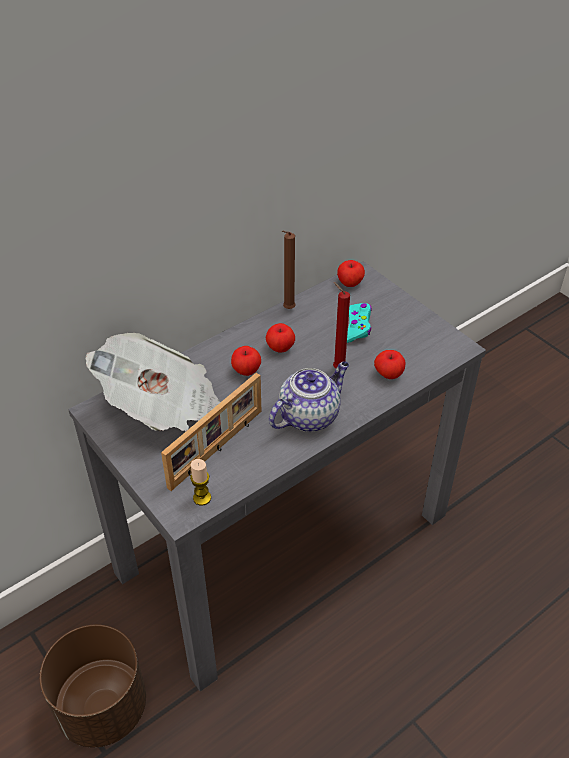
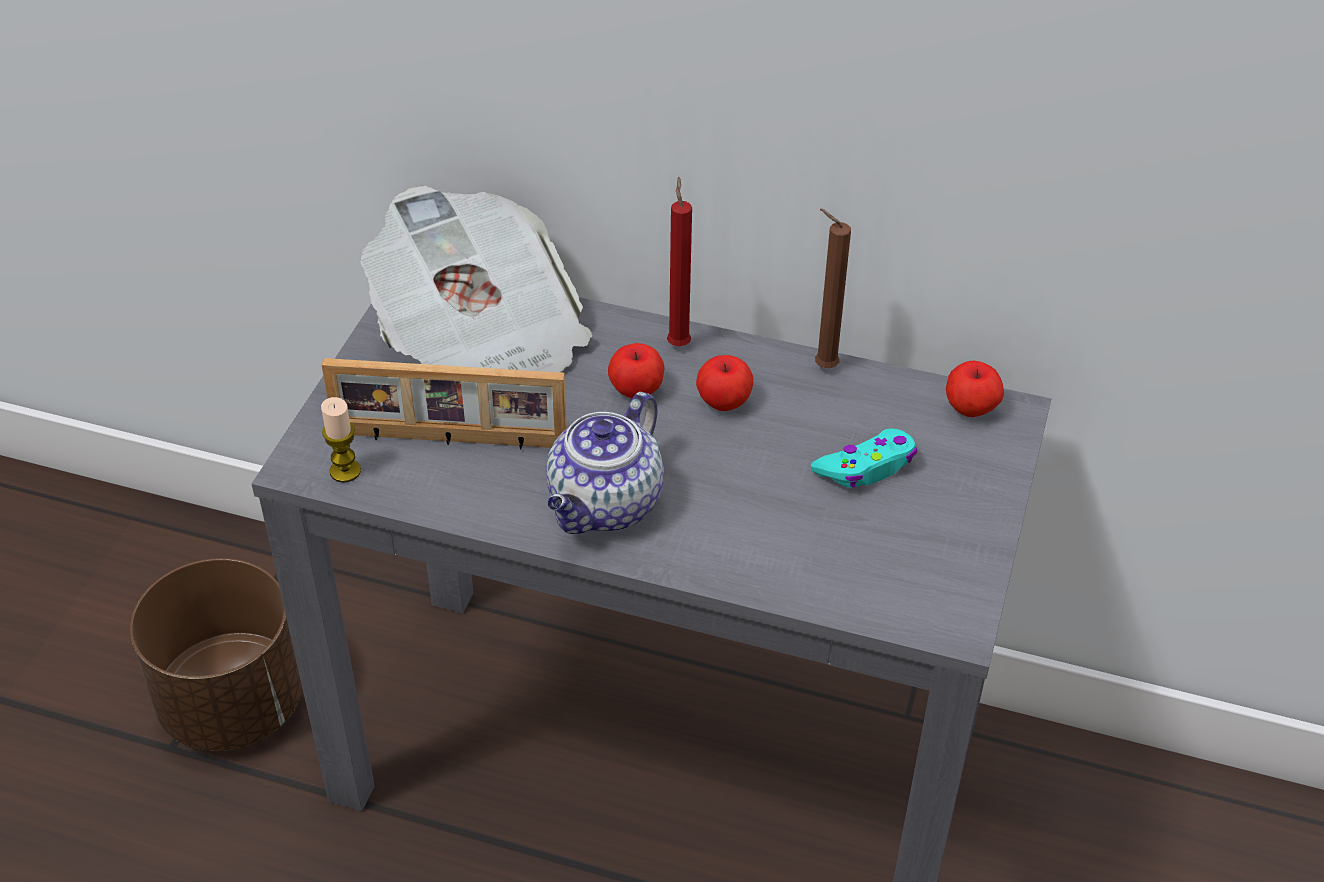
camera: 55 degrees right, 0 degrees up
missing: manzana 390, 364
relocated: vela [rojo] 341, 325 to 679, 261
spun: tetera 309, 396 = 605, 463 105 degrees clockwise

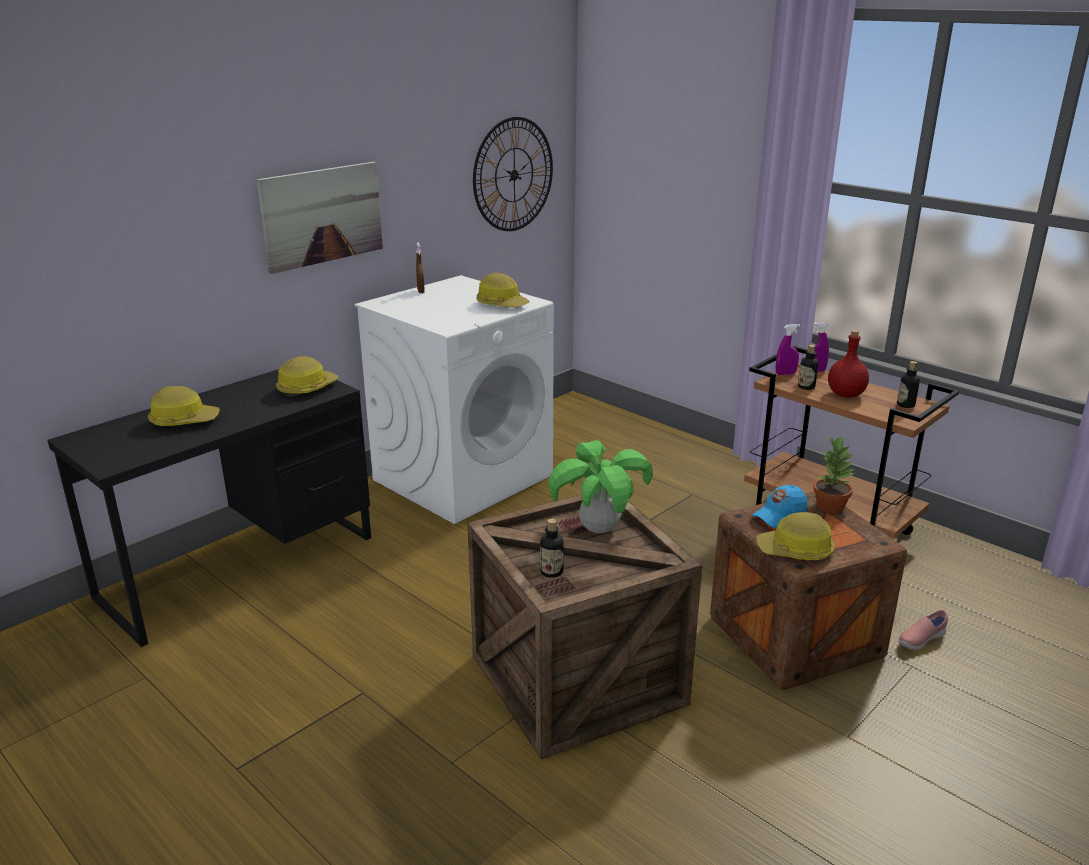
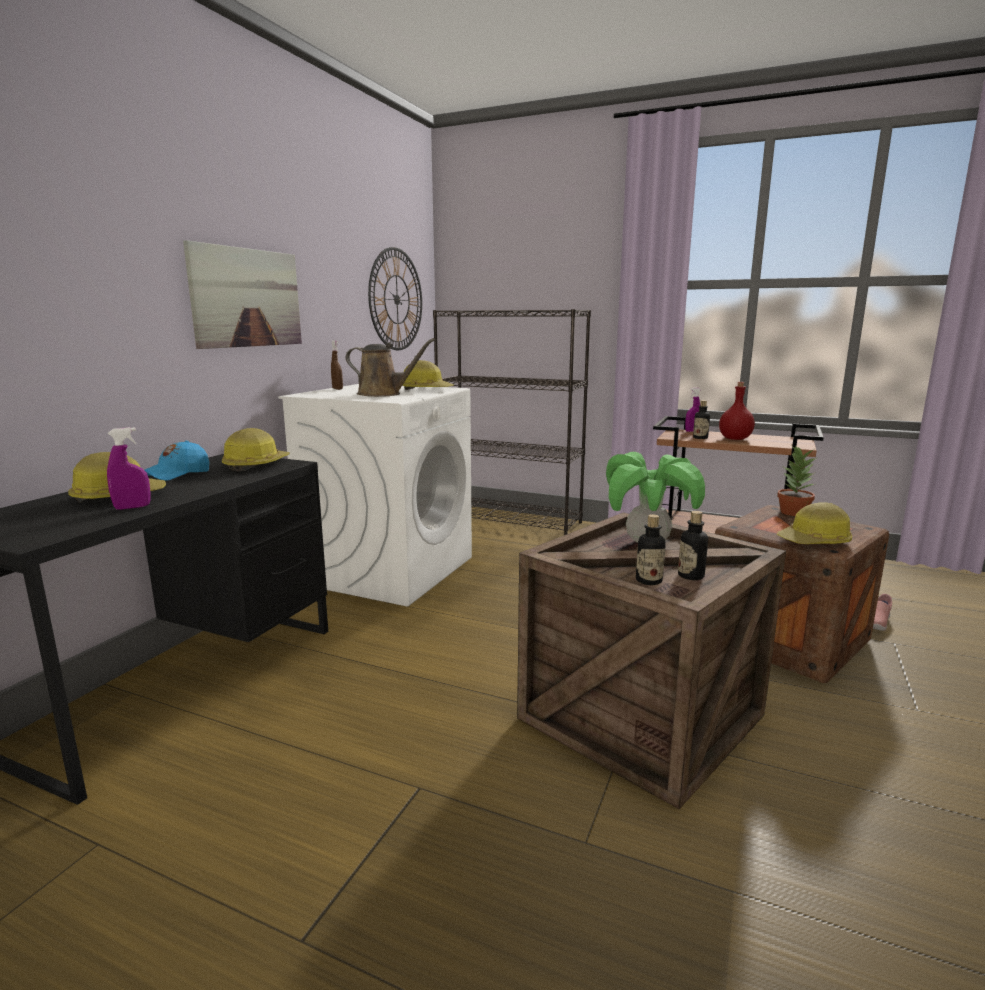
camera: 20 degrees left, 10 degrees down
appeared: regadera [marrón] 390, 367; estantería [negro] 512, 422
relocated: gorra [azul] 779, 506 to 177, 460; pulverizador [morado] 788, 349 to 129, 468; botella 908, 384 to 693, 545

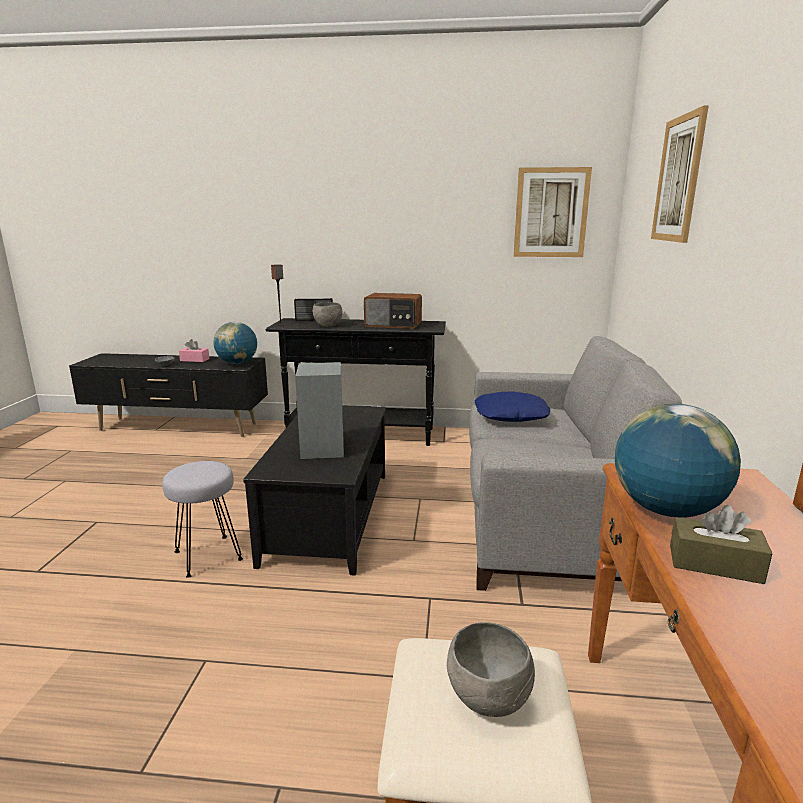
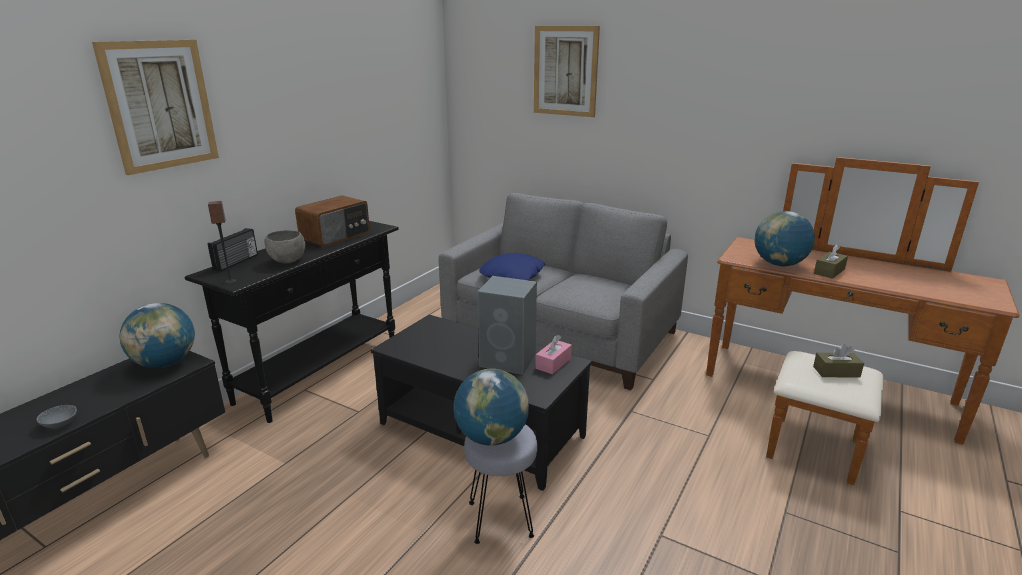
camera: 65 degrees left, 5 degrees up
appeared: globo terráqueo 491, 407
relocated: caja de pañuelos [rosa] 194, 350 to 553, 355; cuadro 552, 212 to 155, 107
exchanged: cuenco [gris] 491, 669 to caja de pañuelos [marrón] 838, 361

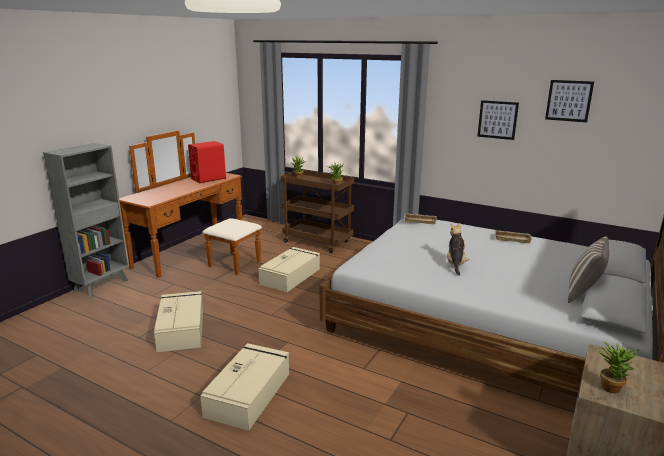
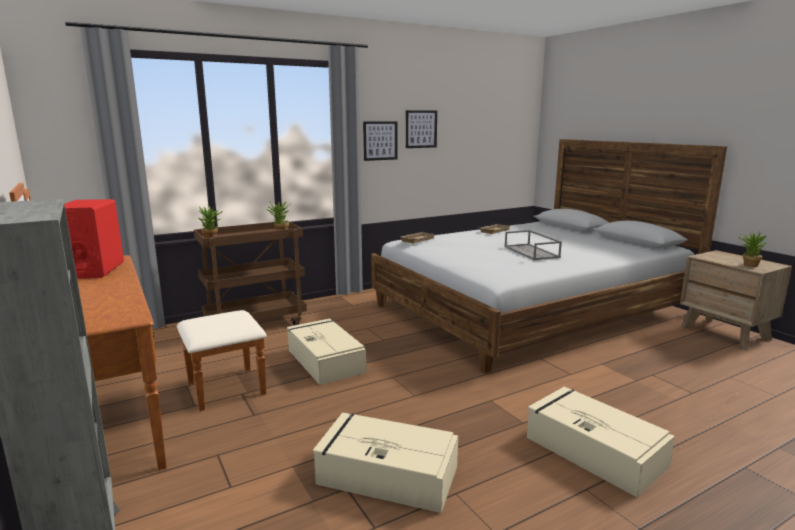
camera: 60 degrees left, 5 degrees down
missing: cojín 588, 269
relocated: cuadro 569, 101 to 380, 141
exchanged: peluche 458, 249 to bandeja [gris] 533, 245

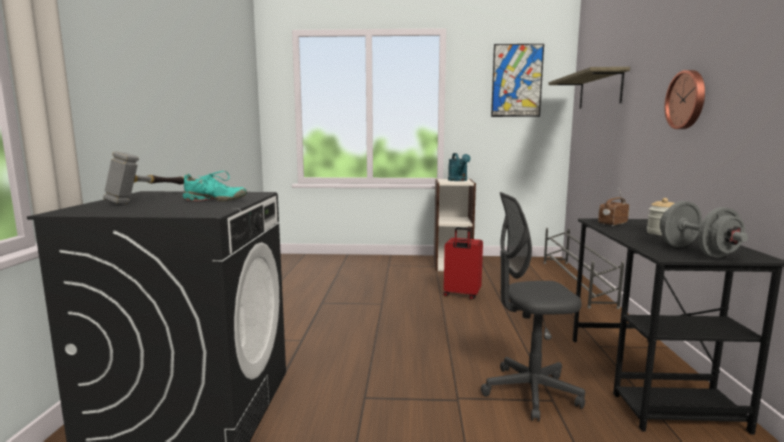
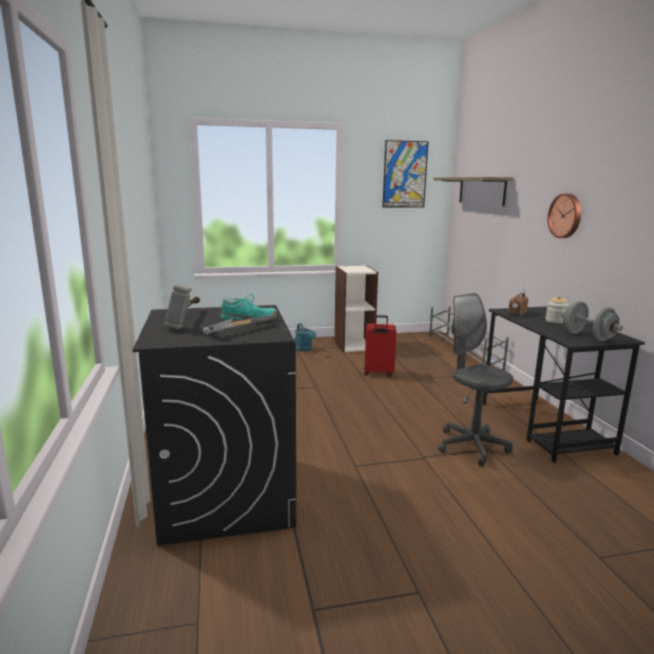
camera: 15 degrees left, 5 degrees up
appeared: martillo 239, 325
relocated: regadera [turquesa] 459, 167 to 305, 337
spun: silla de oficina [gris] 533, 307 = 475, 380 75 degrees clockwise

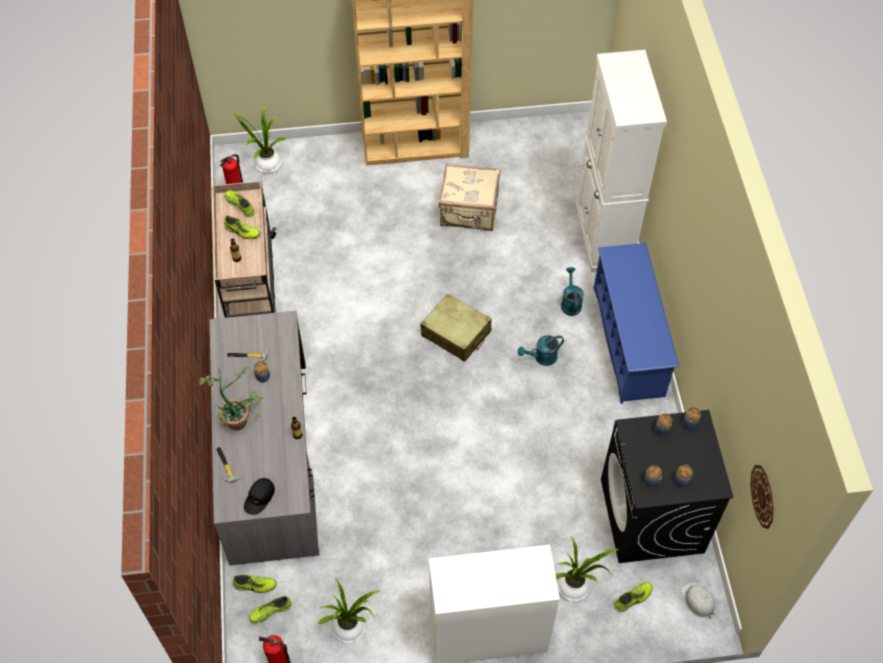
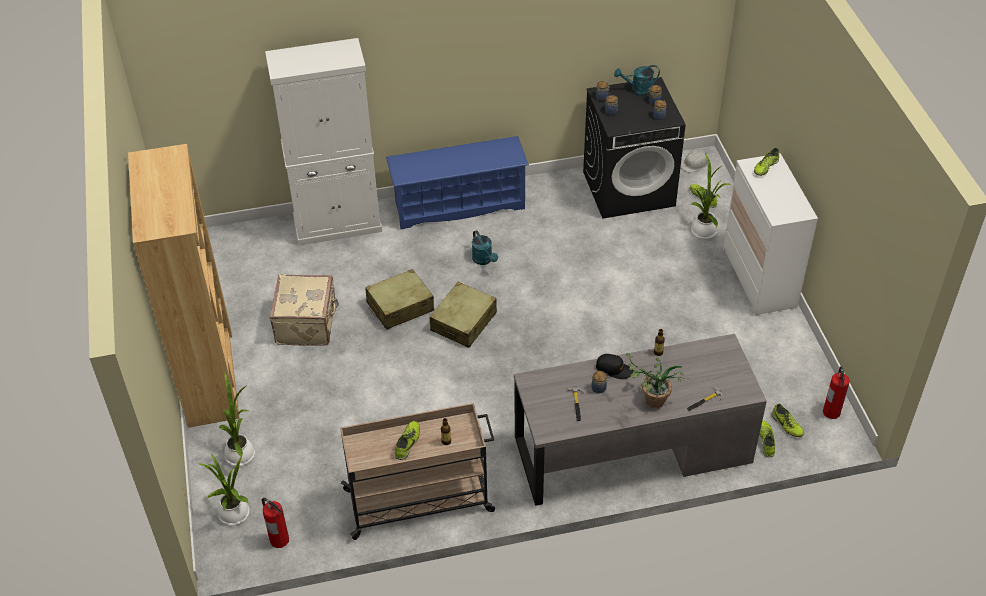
camera: 95 degrees left, 10 degrees down
missing: reloj de pared 762, 497
appeared: maleta [beis] 399, 299
relocated: zapato 239, 204 to 767, 161; gorra [negro] 259, 496 to 614, 366; planta en maceta 349, 610 to 231, 419; regadera [turquesa] 572, 291 to 637, 80

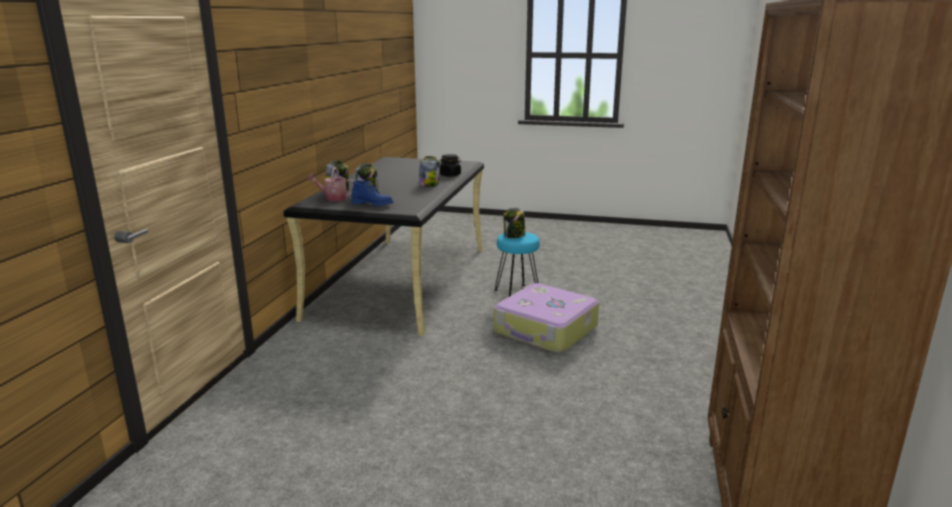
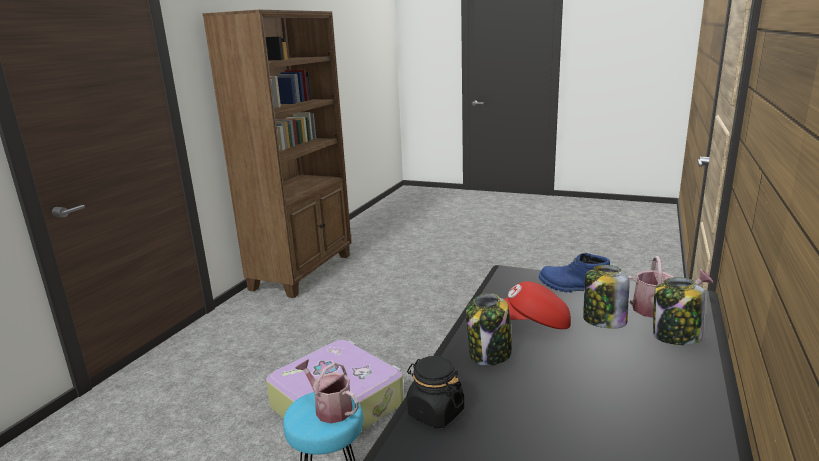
camera: 170 degrees left, 0 degrees up
appeared: gorra [rojo] 537, 305
exchanged: tarro 514, 223 to regadera 327, 391

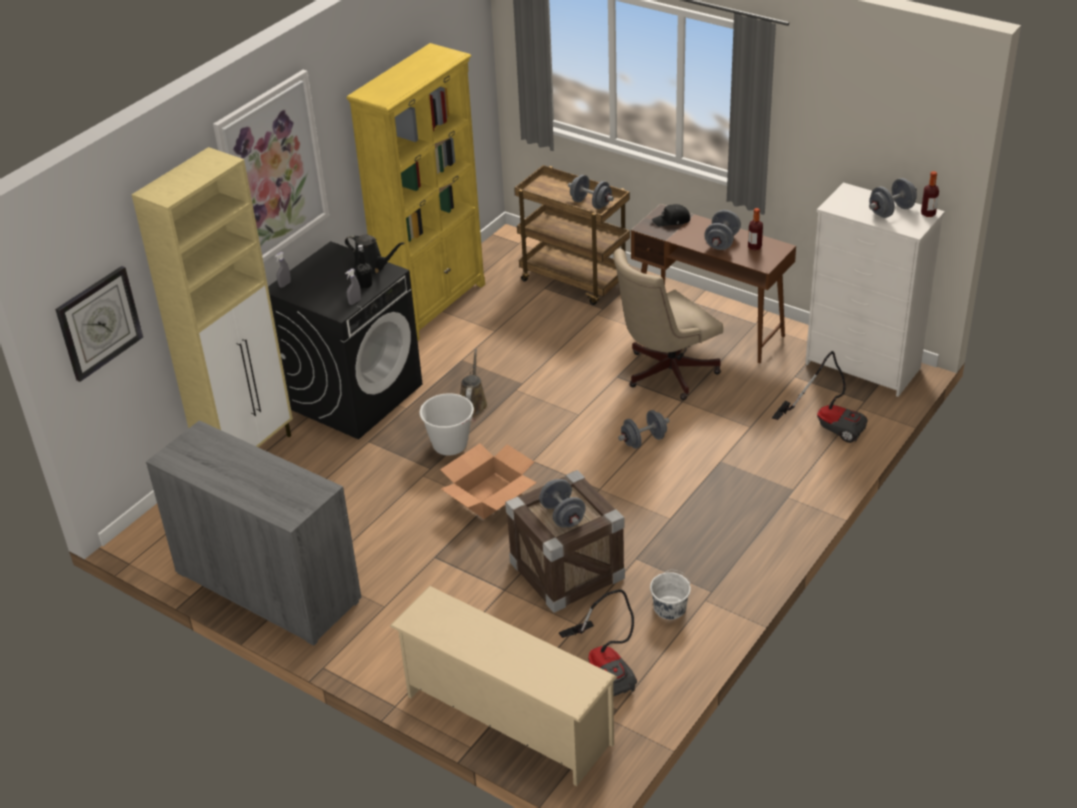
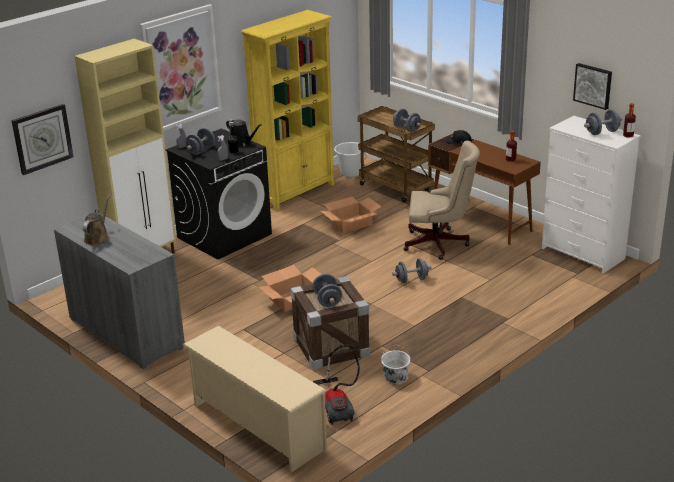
camera: 10 degrees right, 10 degrees down
missing: aspiradora 819, 397
appeared: caja de cartón 351, 215; cuadro 592, 86
relocated: cubo [blanco] 447, 425 to 350, 159; regadera [marrón] 474, 382 to 96, 221; mancuerna [gris] 722, 230 to 200, 141
spun: silla de oficina [beis] 668, 324 = 442, 200 150 degrees counterclockwise

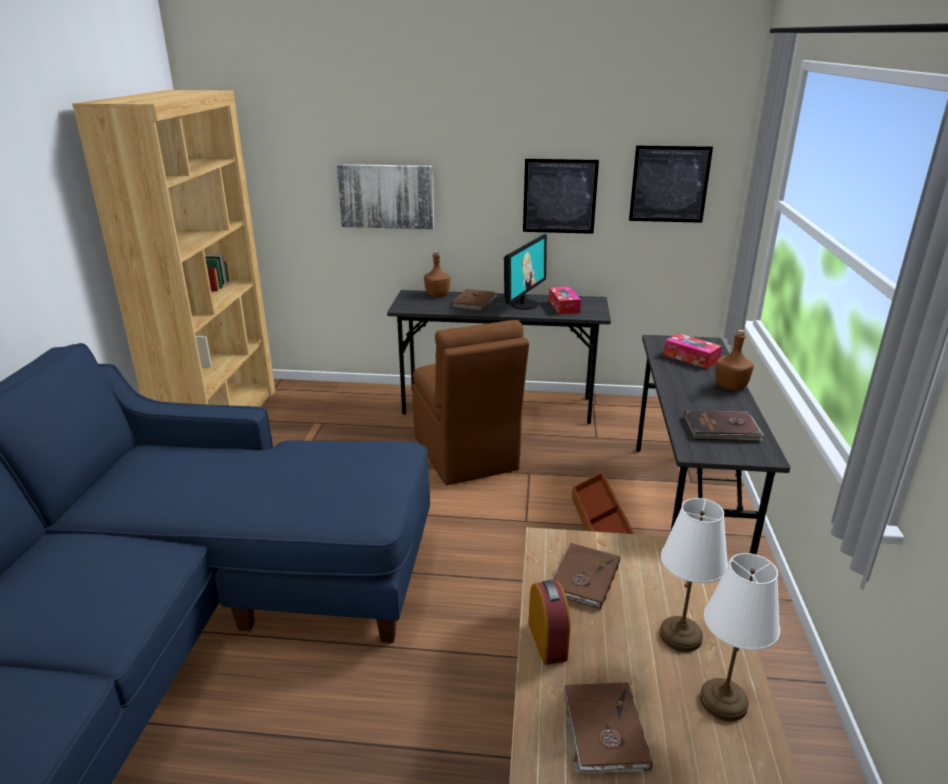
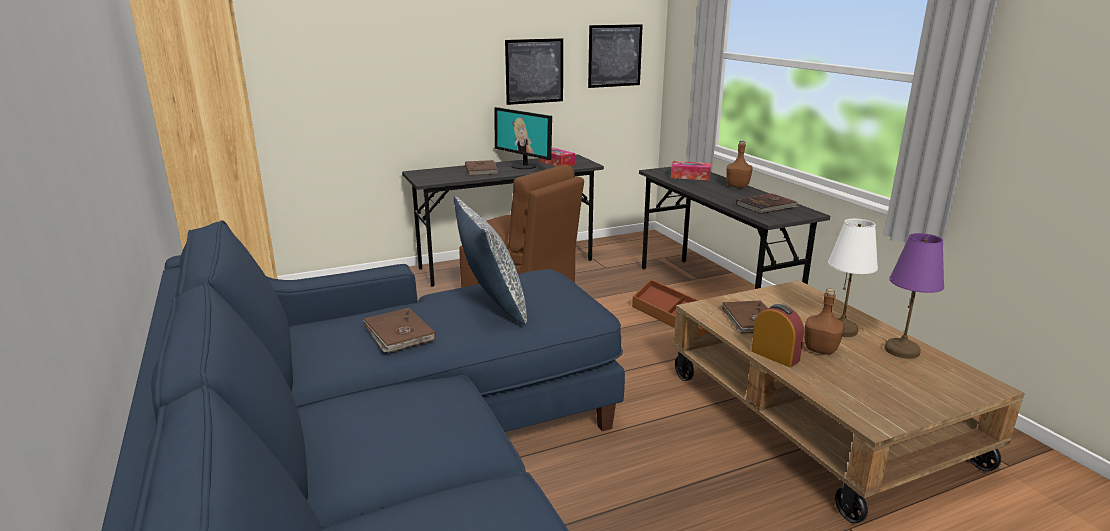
camera: 30 degrees left, 5 degrees down
missing: cuadro 385, 196
appeared: cojín 490, 260
relocated: botella [marrón] 437, 274 to 824, 321; libro [marrón] 608, 728 to 399, 330
colour: lámpara de mesa [blanco] 740, 637 to lámpara de mesa [morado] 914, 296
spun: monitor 525, 272 = 523, 138 135 degrees clockwise

